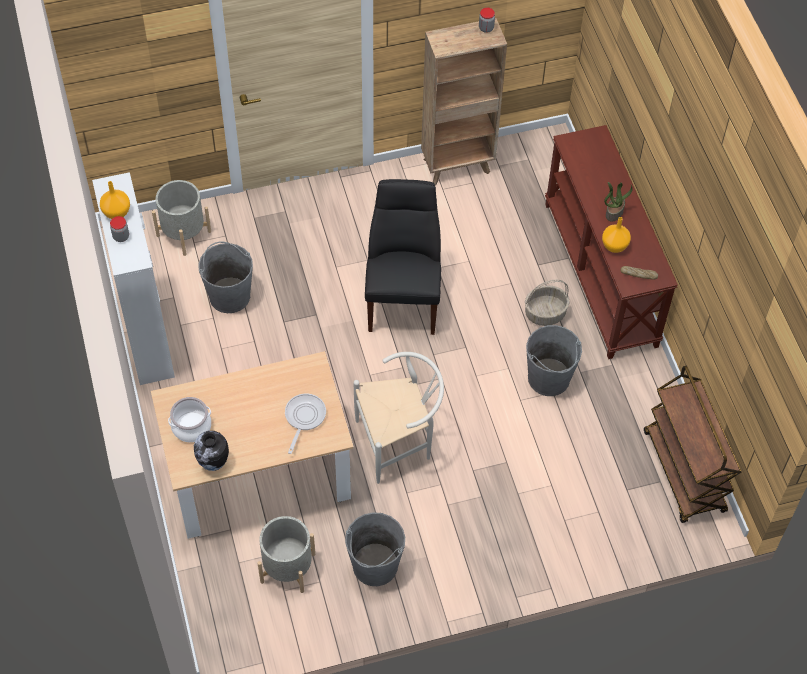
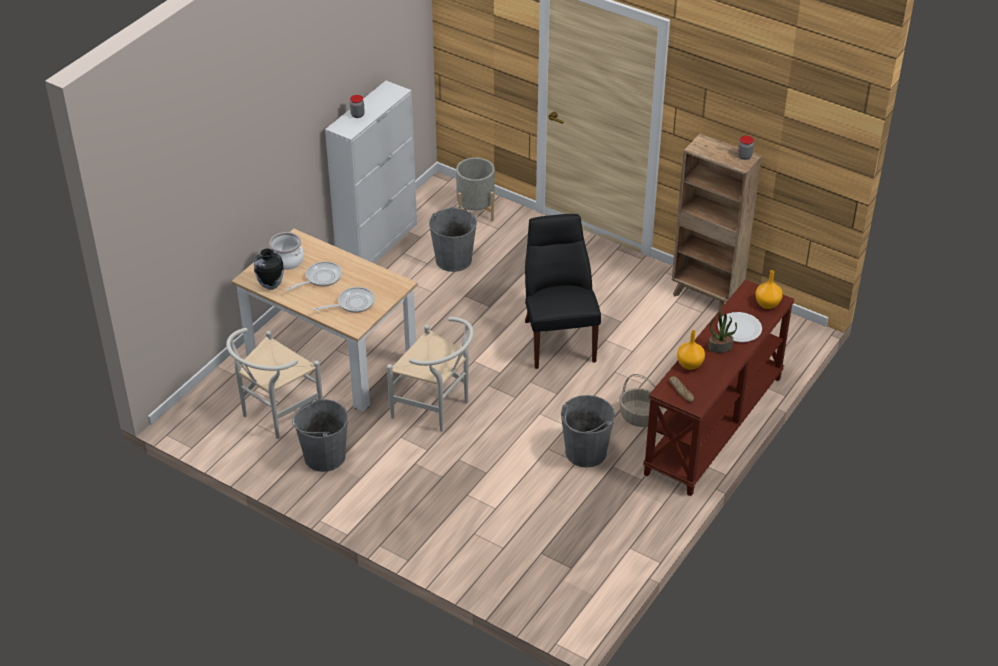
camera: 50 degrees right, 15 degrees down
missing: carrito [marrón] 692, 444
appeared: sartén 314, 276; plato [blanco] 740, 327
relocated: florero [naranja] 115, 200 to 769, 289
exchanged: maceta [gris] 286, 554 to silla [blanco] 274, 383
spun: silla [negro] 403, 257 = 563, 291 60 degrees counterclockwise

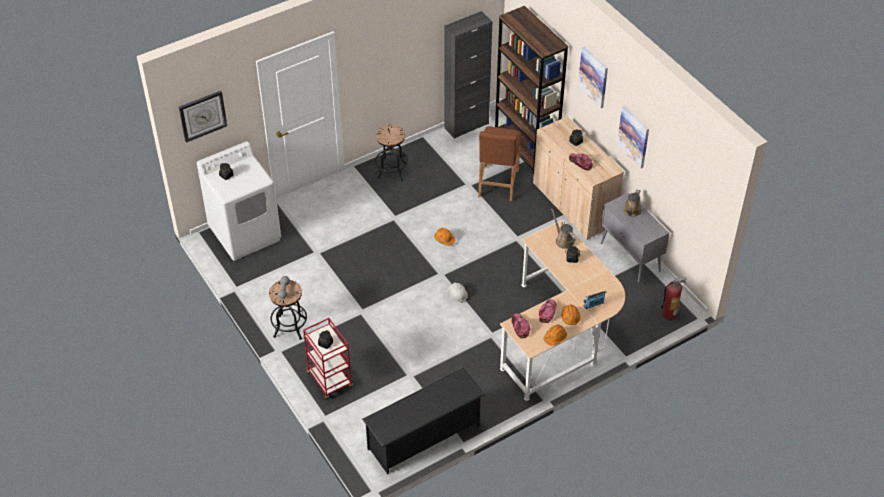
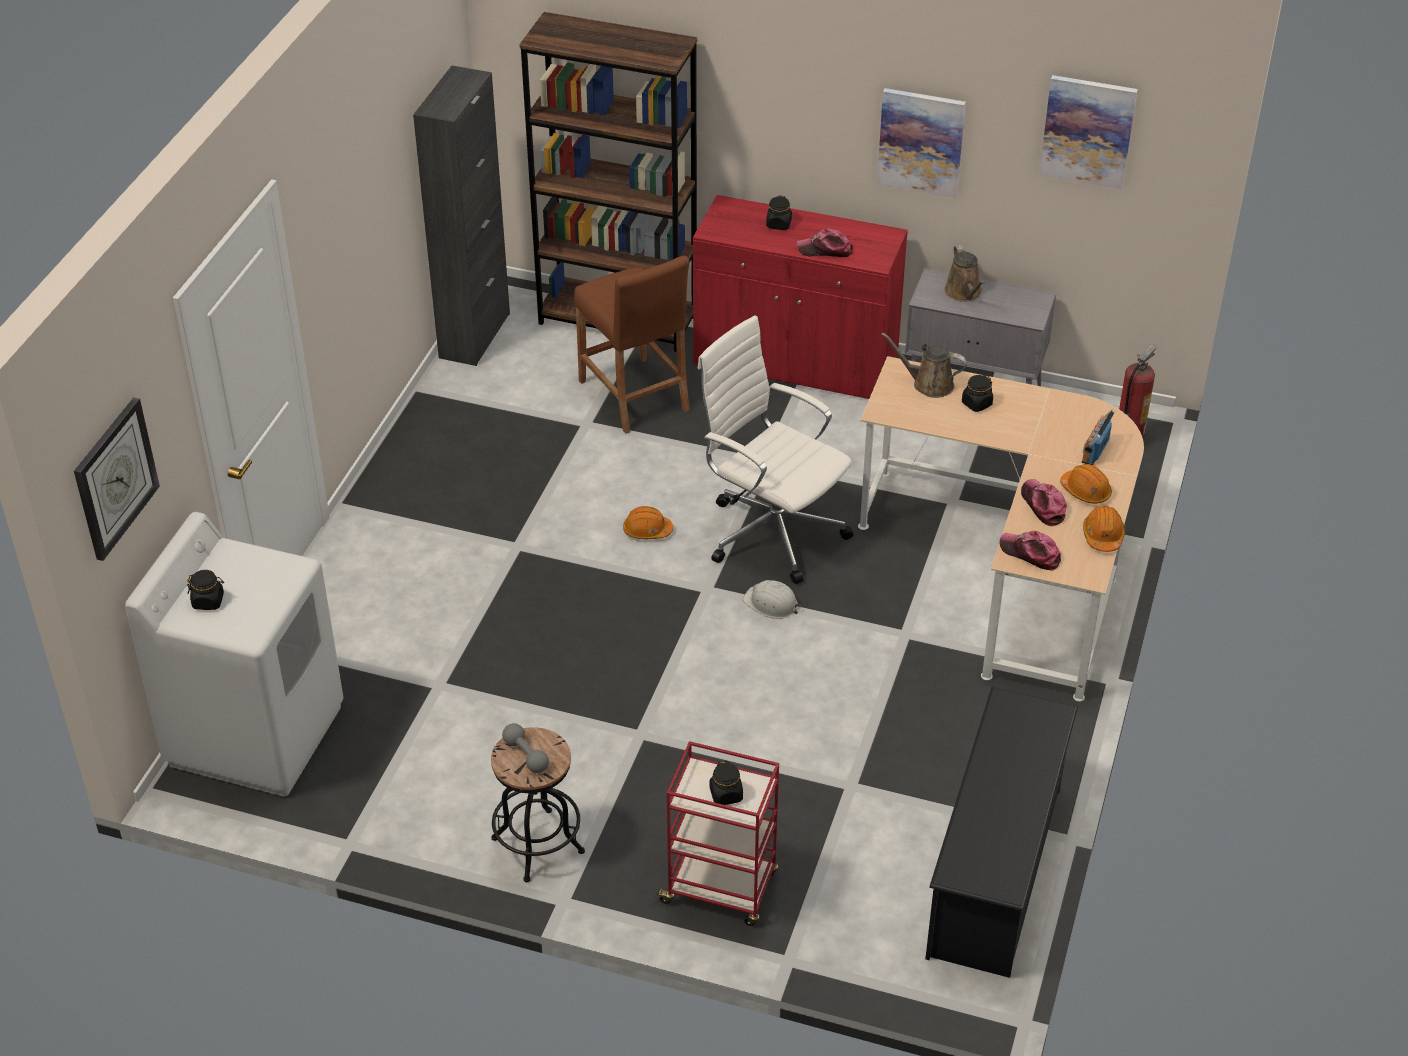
camera: 40 degrees left, 5 degrees down
missing: taburete [negro] 391, 153
appeared: silla de oficina [blanco] 775, 449
relocated: cuadro 593, 77 to 1088, 132
colour: armario [beis] 578, 178 to armario [rojo] 800, 297

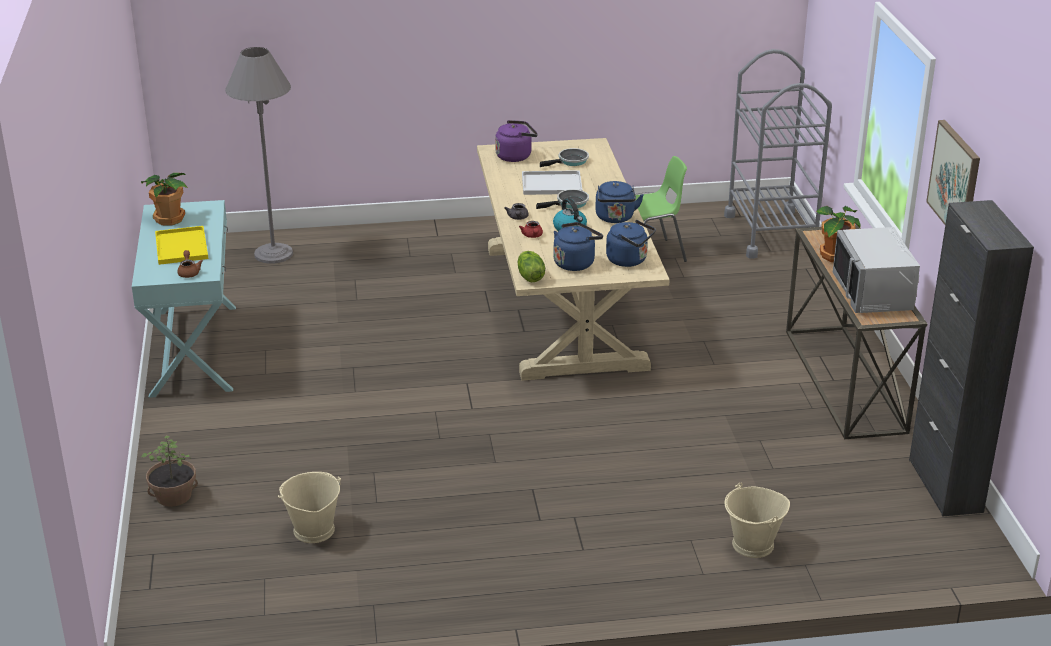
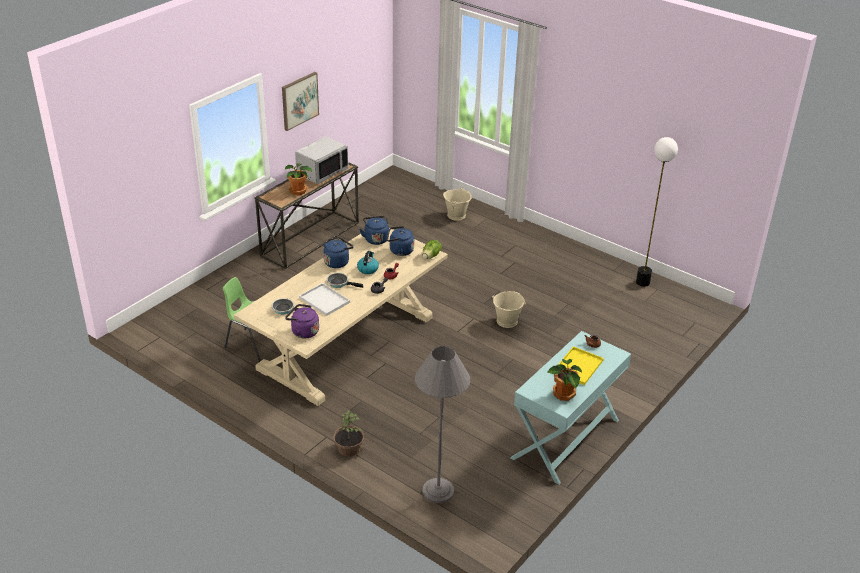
camera: 135 degrees left, 5 degrees up
missing: carrito [gris] 778, 154; armario [negro] 971, 358
appeared: lámpara de pie 657, 212
relocated: planta en maceta 170, 471 to 348, 433; cubo [beis] 309, 507 to 509, 309

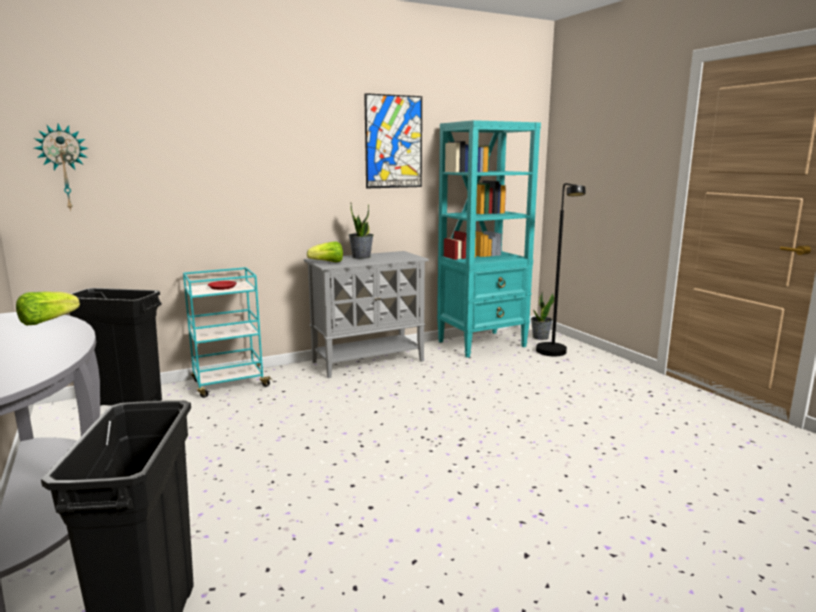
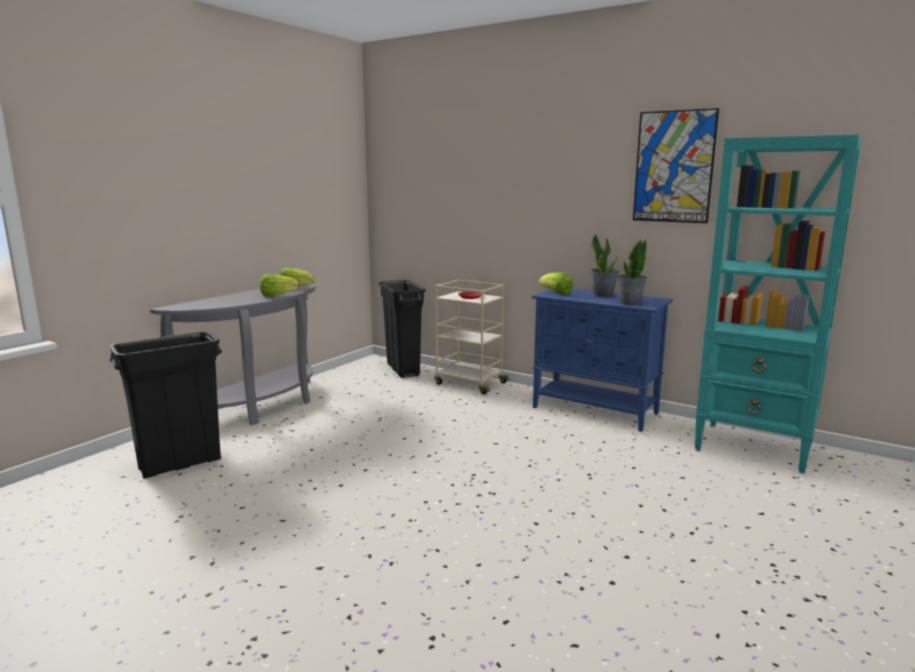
camera: 60 degrees right, 0 degrees up
missing: reloj de pared 61, 167; lámpara de pie [negro] 560, 269
appeared: lechuga 279, 285
relocated: planta en maceta 543, 316 to 631, 272
colour: carrito [turquesa] 228, 332 to carrito [beis] 472, 337; armario [gris] 366, 314 to armario [azul] 602, 360

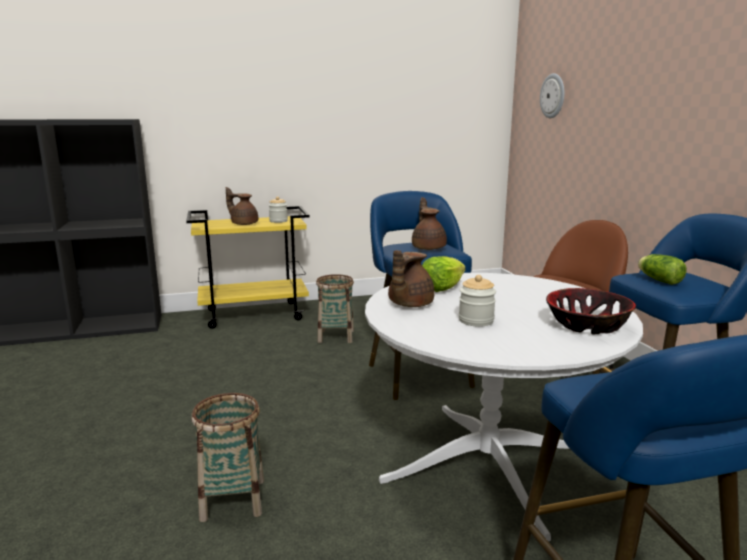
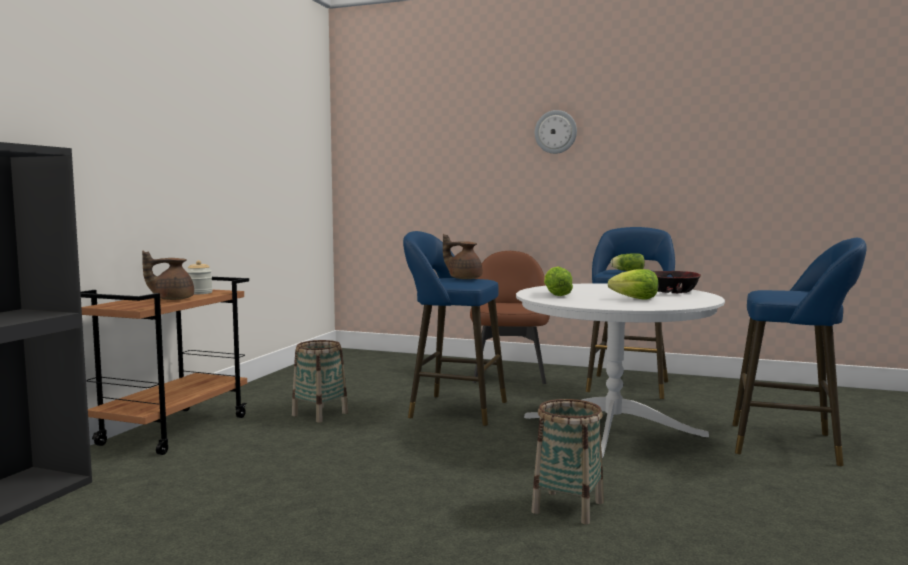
camera: 55 degrees left, 10 degrees down
missing: tetera [marrón] 411, 278
relocated: reloj de pared 552, 95 to 556, 132
exchanged: tarro 477, 301 to lechuga 633, 284
colour: carrito [amarillo] 248, 267 to carrito [marrón] 165, 366

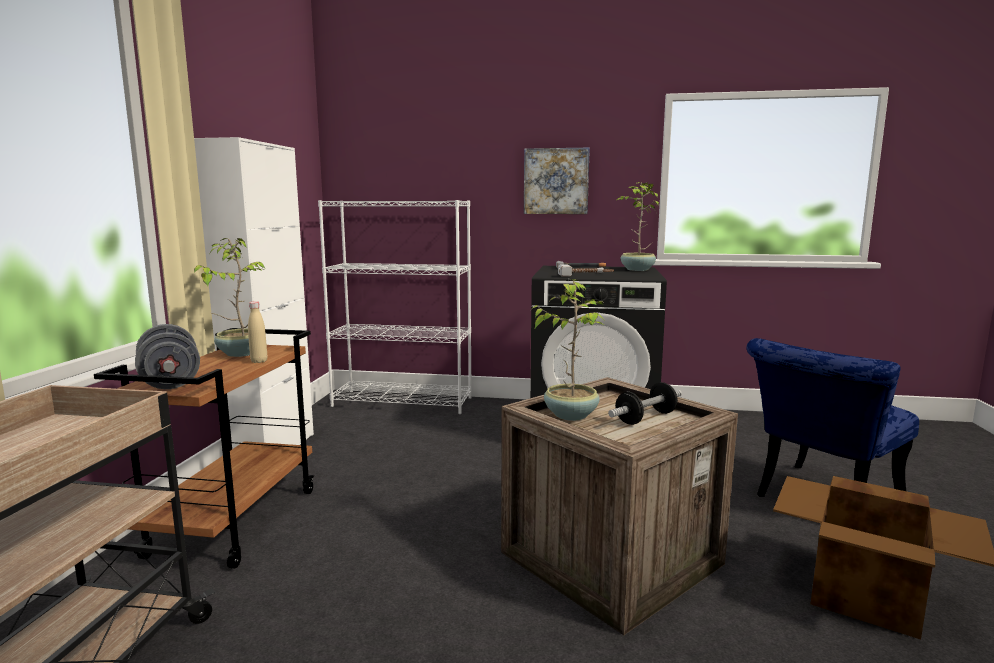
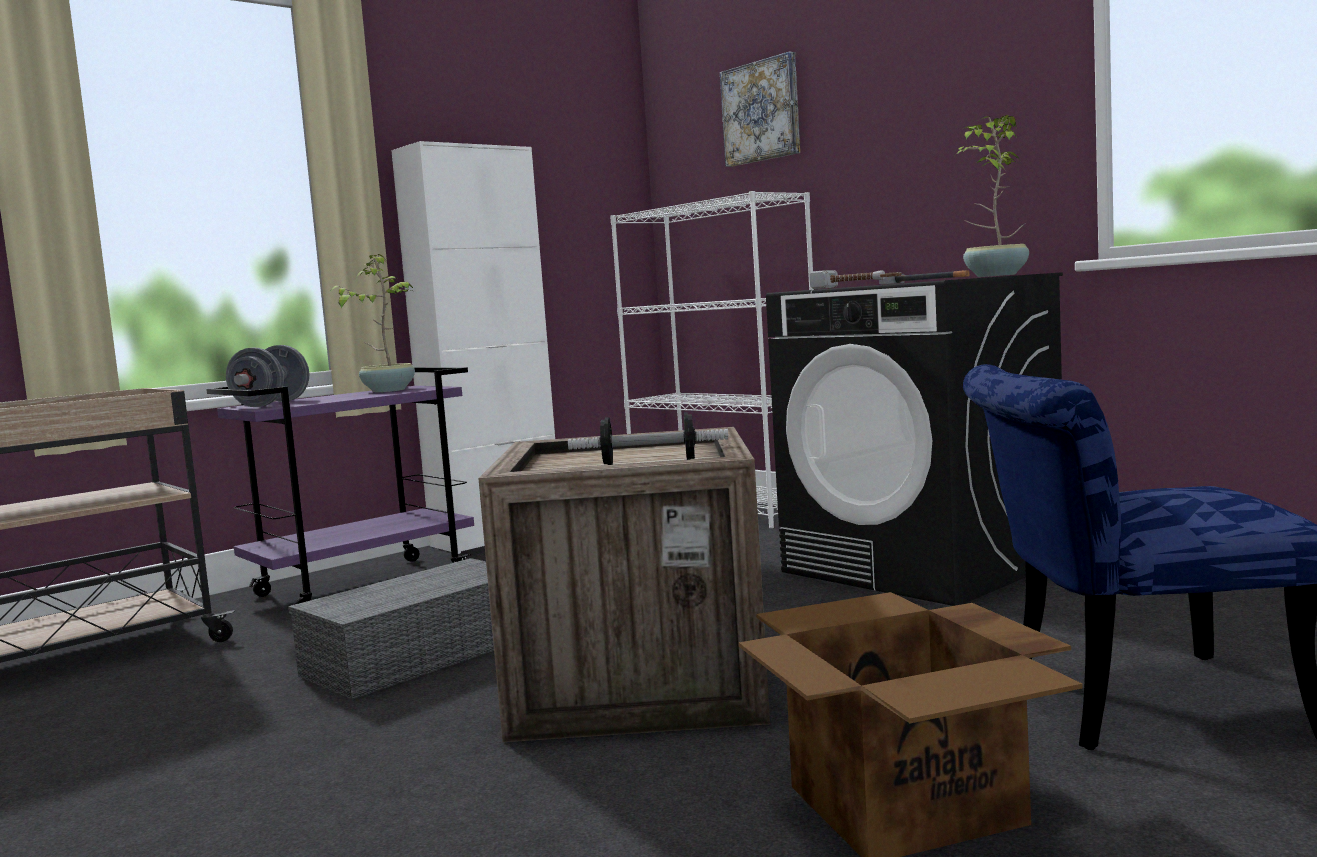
camera: 40 degrees right, 5 degrees down
missing: botella [beis] 257, 332; planta en maceta 569, 350
appeared: caja de almacenaje [gris] 391, 629
relocated: cuadro 557, 181 to 760, 109
colour: carrito [marrón] 204, 448 to carrito [morado] 340, 486

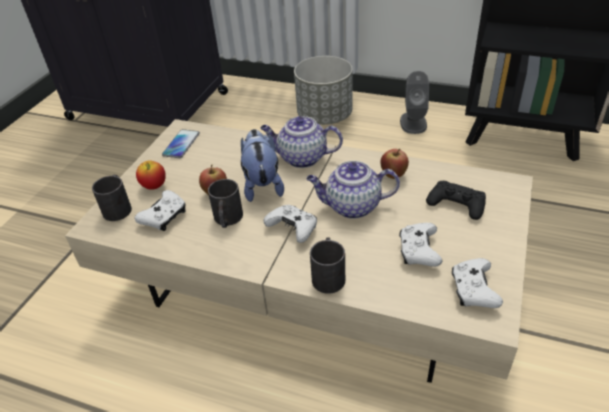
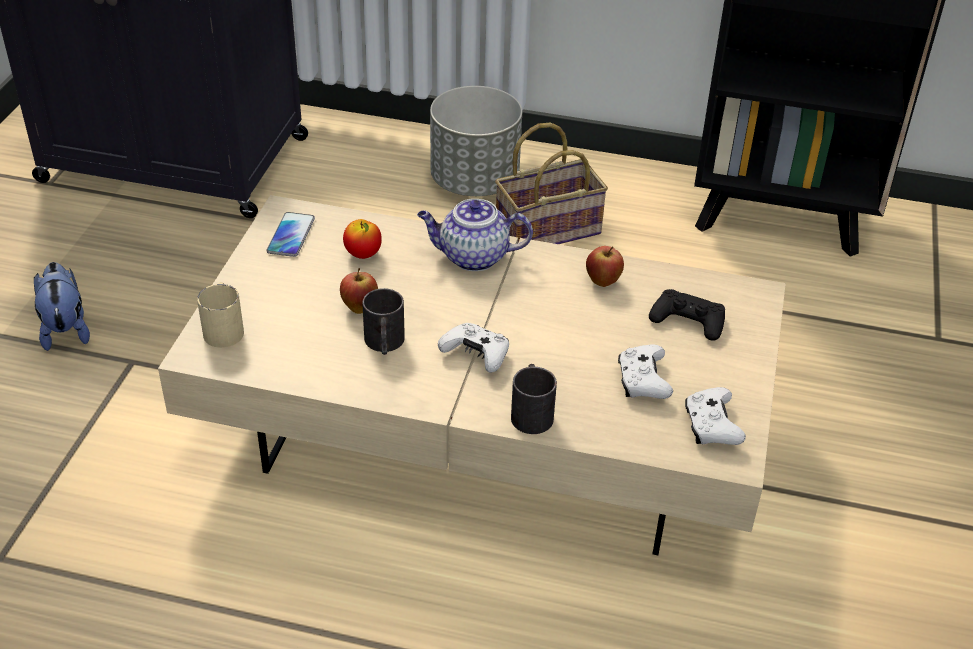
camera: 10 degrees left, 0 degrees up
missing: mando de consola [blanco] 160, 210; tetera 353, 190; altavoz [gris] 414, 102
appeared: cesta 551, 183
relocated: manzana 151, 175 to 362, 239; peluche 262, 165 to 62, 306
colour: taza grande [negro] 112, 198 to taza grande [beis] 220, 315

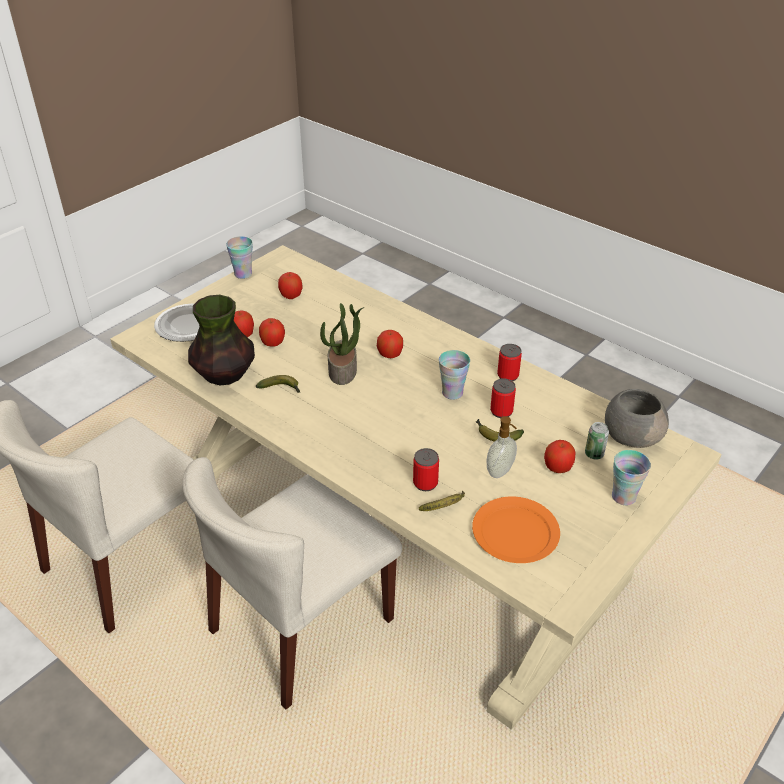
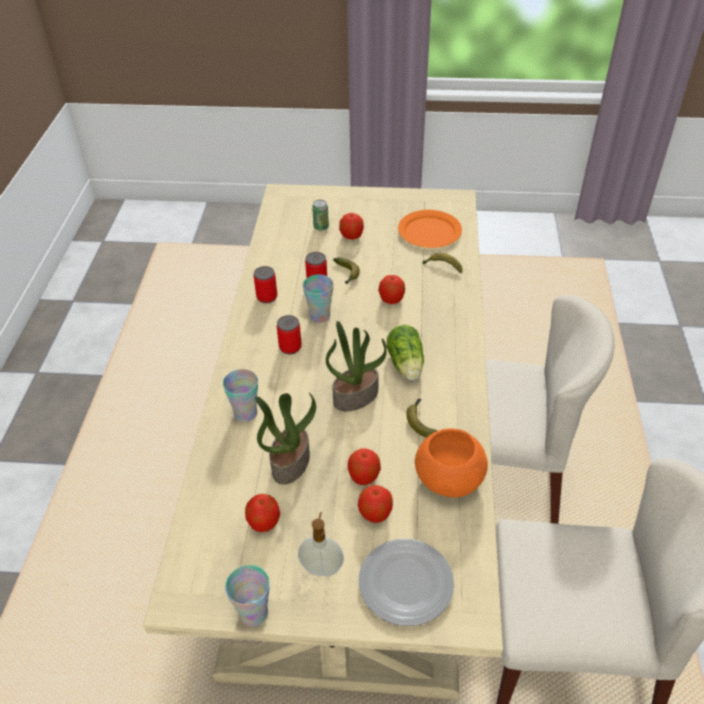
camera: 125 degrees left, 5 degrees up
missing: cuenco [gris] 637, 418
appeared: planta en maceta 285, 439; lechuga 405, 352
relocated: manzana 390, 344 to 391, 289; lata 426, 469 to 289, 334; dispensador de jabón 502, 447 to 321, 544; taza 631, 477 to 240, 395
exchanged: florero 221, 340 to cuenco [naranja] 451, 463

